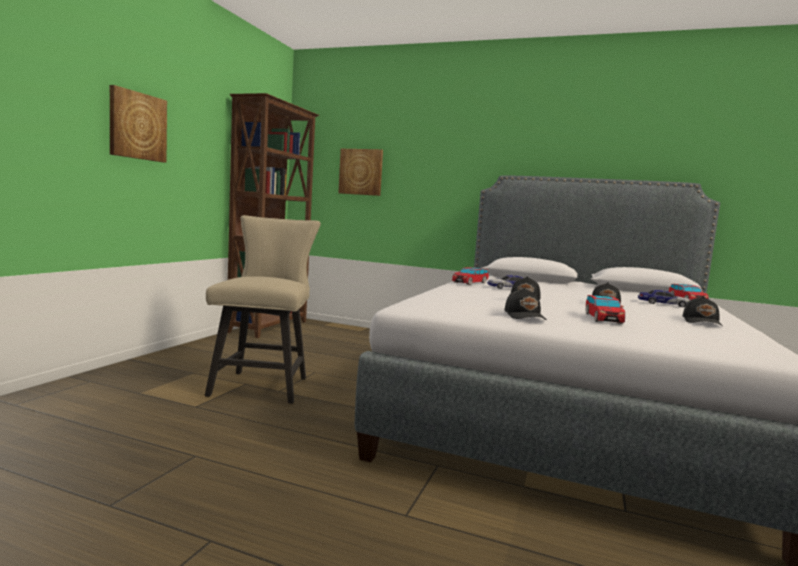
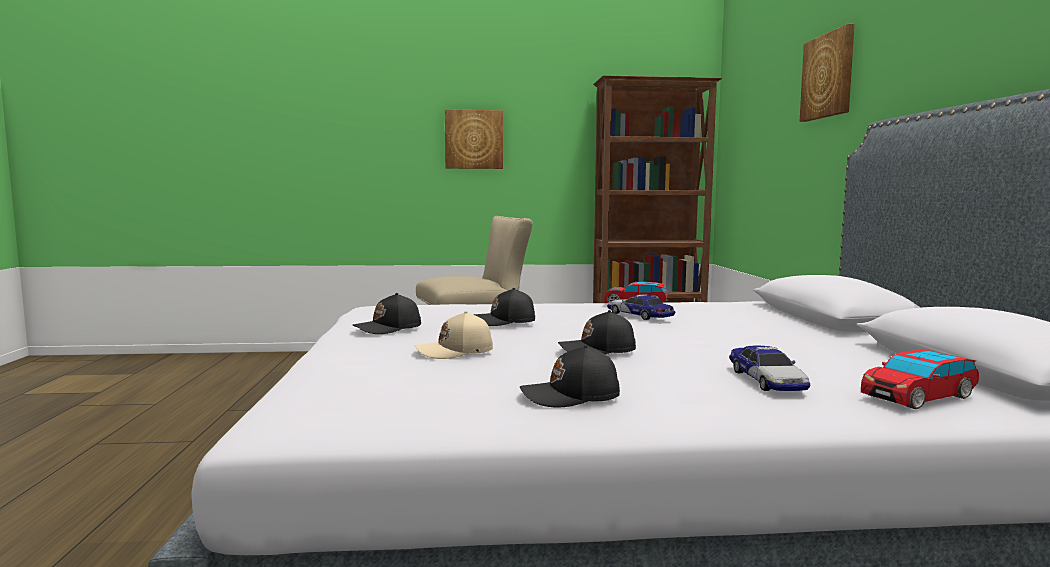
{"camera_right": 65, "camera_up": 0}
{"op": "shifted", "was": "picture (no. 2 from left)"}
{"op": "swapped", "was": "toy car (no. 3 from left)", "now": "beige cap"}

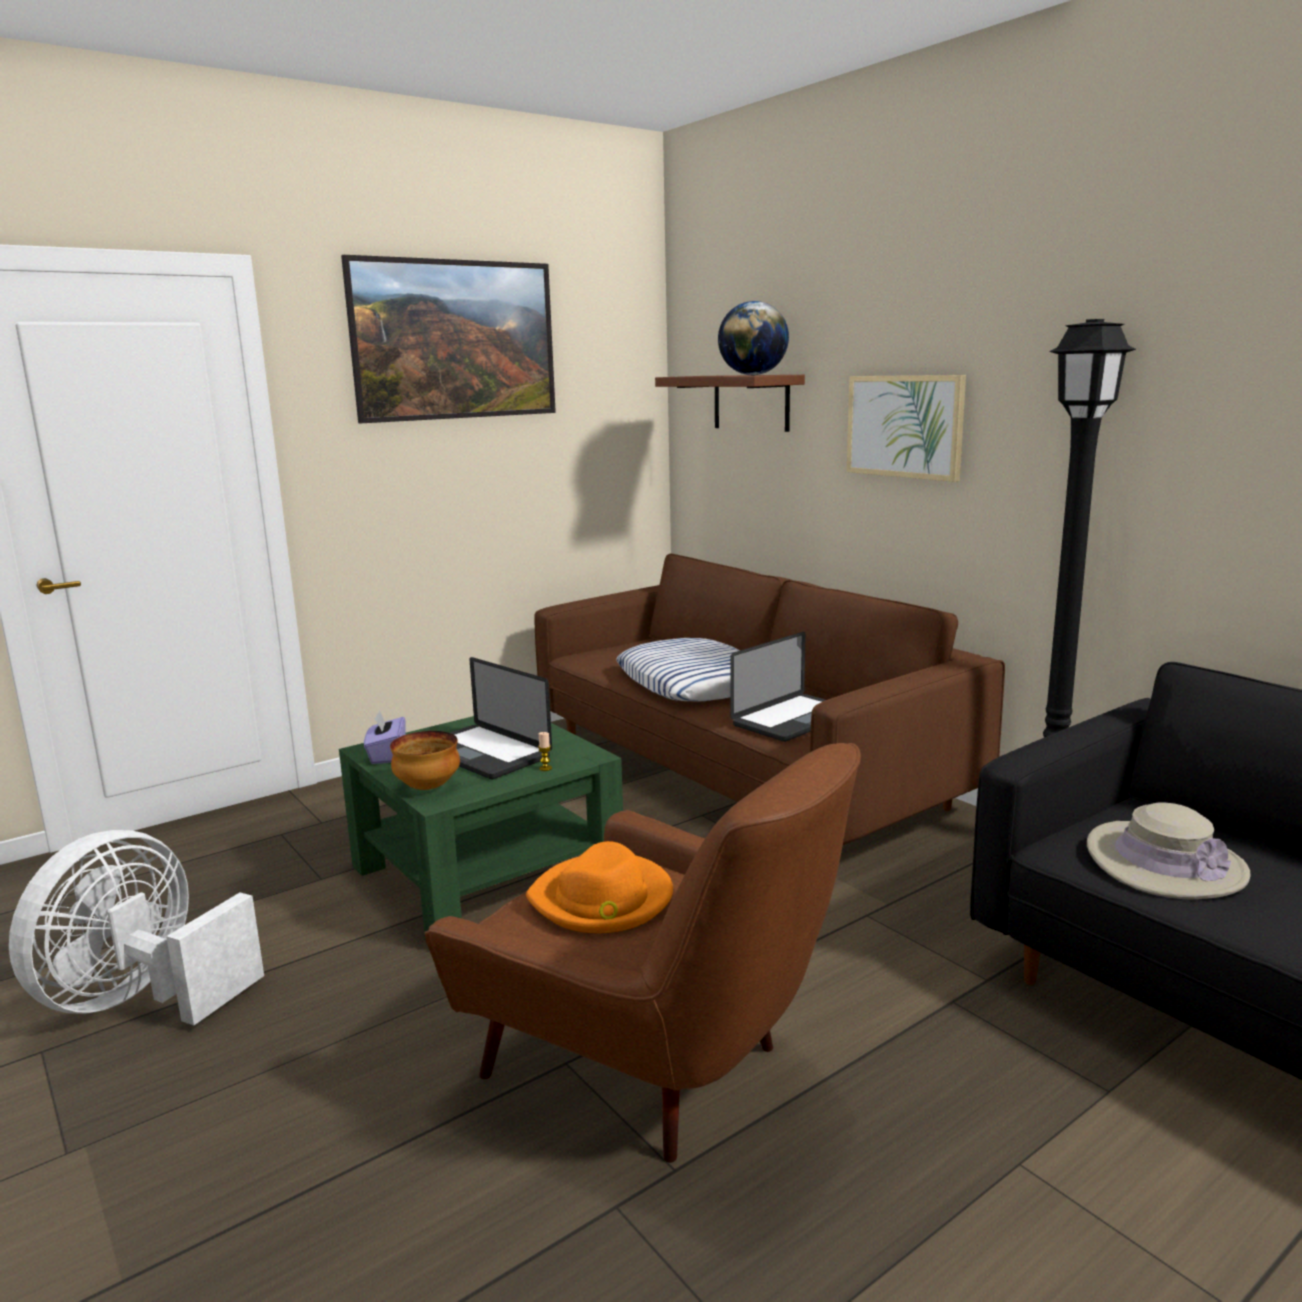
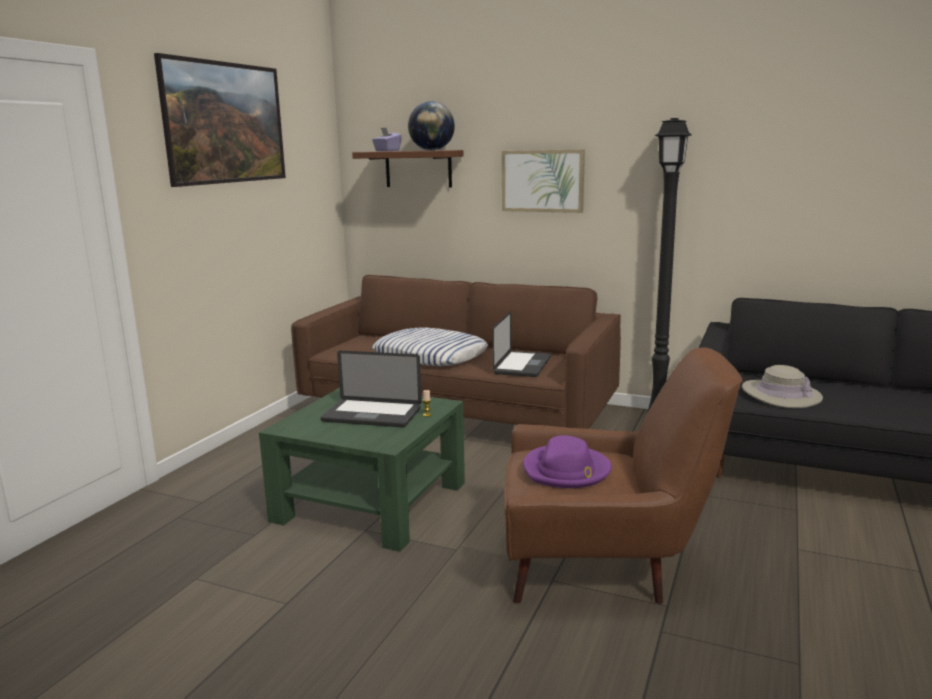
{"camera_right": -30, "camera_up": 0}
{"op": "gone", "was": "white fan"}
{"op": "shifted", "was": "purple tissue box"}
{"op": "gone", "was": "bowl"}
{"op": "repainted", "was": "orange hat", "now": "purple hat"}

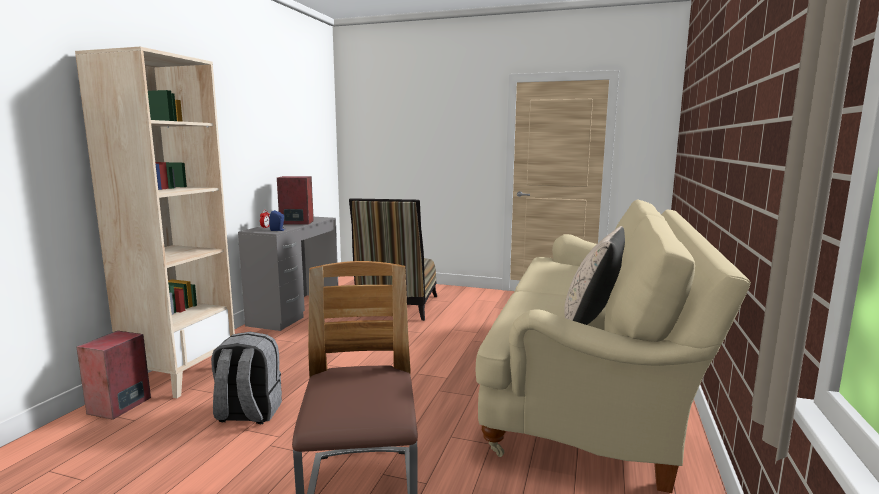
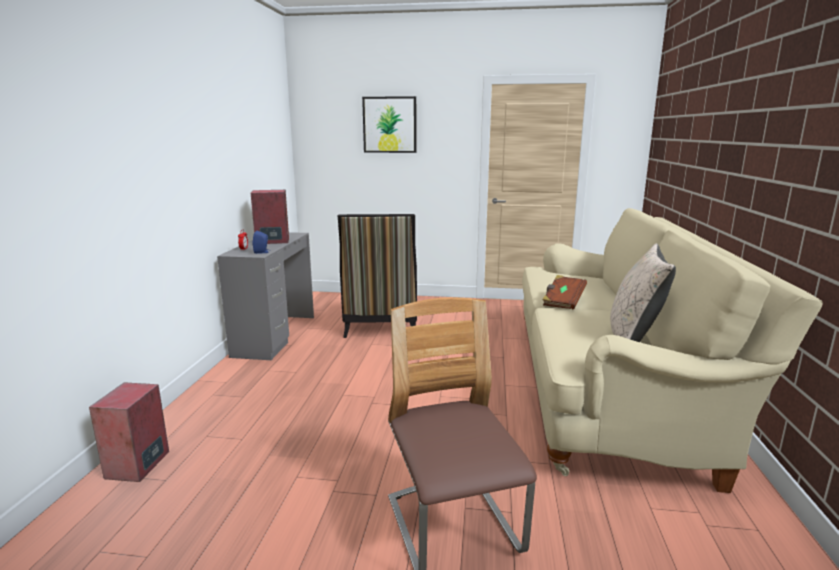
{"camera_right": -10, "camera_up": 5}
{"op": "gone", "was": "beige bookcase"}
{"op": "gone", "was": "grey backpack"}
{"op": "new", "now": "picture"}
{"op": "new", "now": "brown book"}

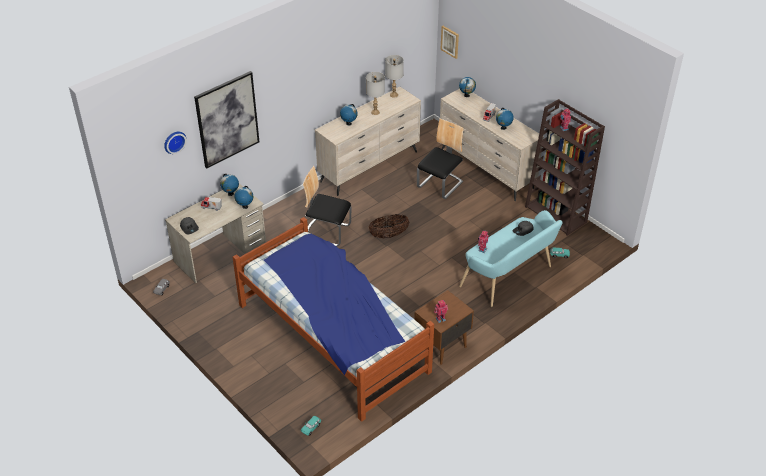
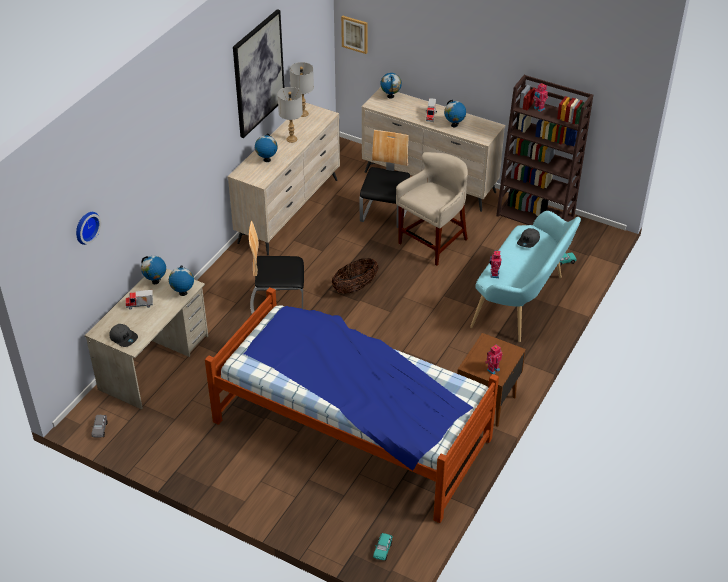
{"camera_right": -20, "camera_up": 0}
{"op": "shifted", "was": "picture (no. 1 from left)"}
{"op": "new", "now": "beige stool"}

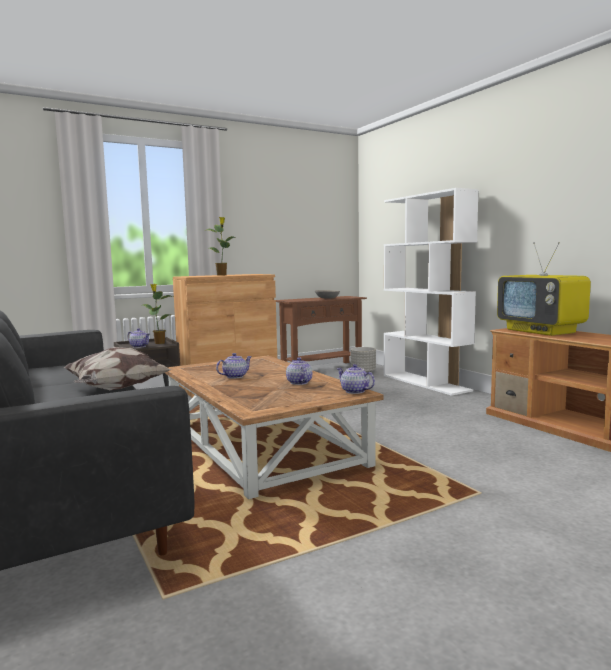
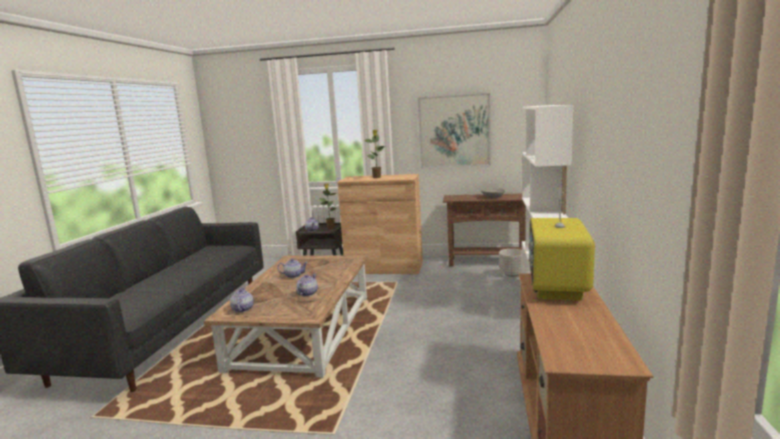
{"camera_right": 40, "camera_up": 5}
{"op": "gone", "was": "pillow"}
{"op": "shifted", "was": "teapot (no. 4 from left in the first image)", "now": "teapot (no. 1 from left)"}
{"op": "new", "now": "picture"}

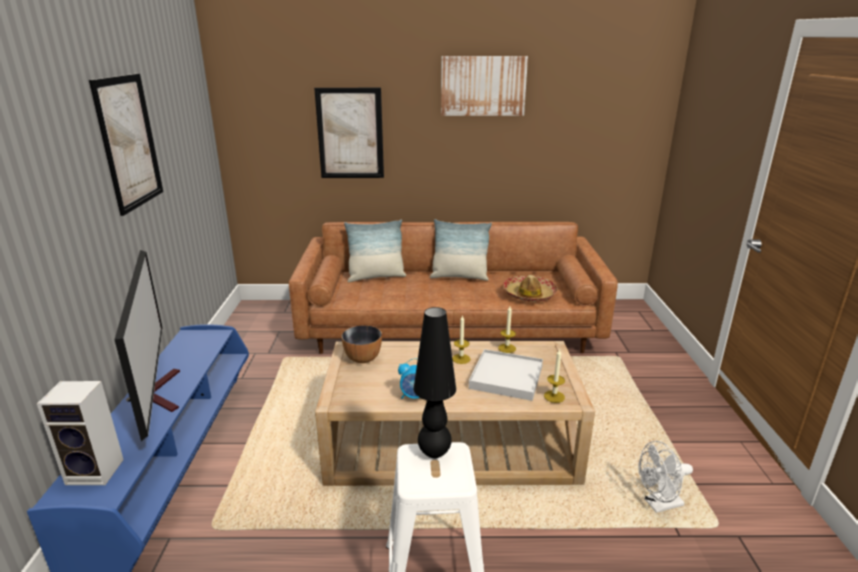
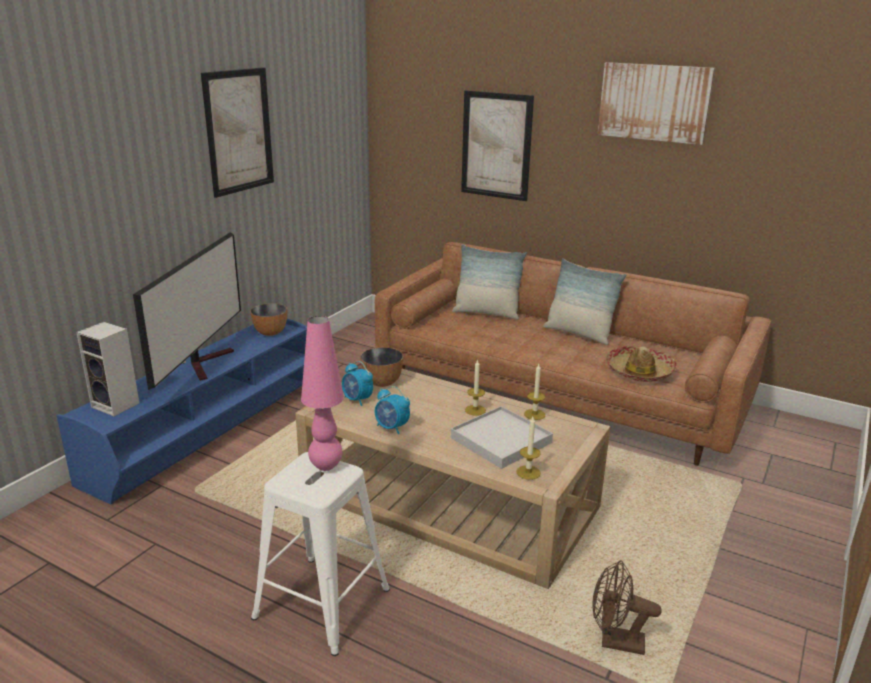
{"camera_right": 30, "camera_up": 0}
{"op": "repainted", "was": "black table lamp", "now": "pink table lamp"}
{"op": "repainted", "was": "white fan", "now": "brown fan"}
{"op": "new", "now": "bowl (no. 1 from left)"}
{"op": "new", "now": "alarm clock (no. 1 from left)"}

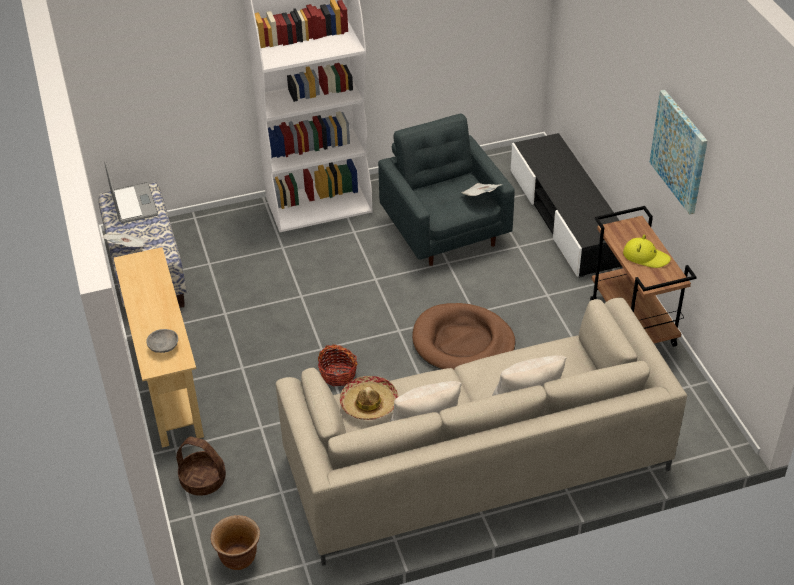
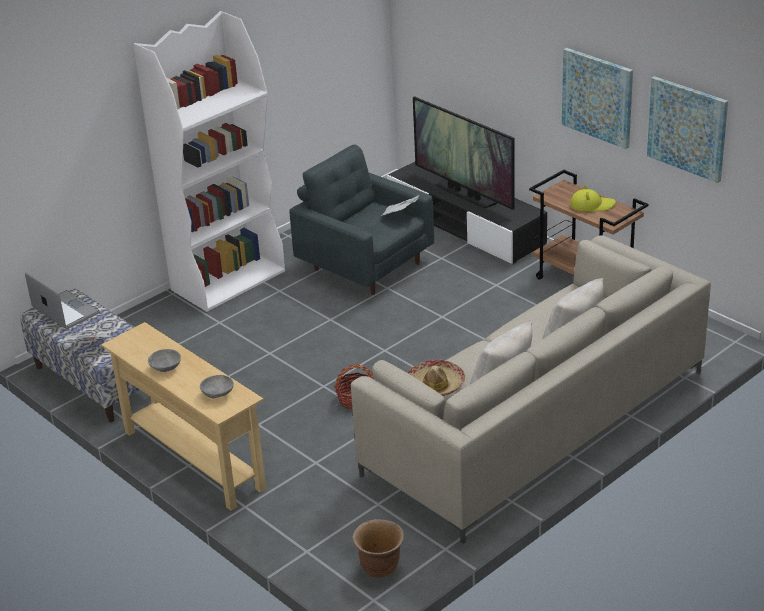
{"camera_right": -25, "camera_up": -10}
{"op": "gone", "was": "basket (no. 1 from left)"}
{"op": "gone", "was": "brown dog bed"}
{"op": "new", "now": "grey bowl (no. 1 from left)"}
{"op": "new", "now": "television"}
{"op": "new", "now": "picture (no. 2 from left)"}

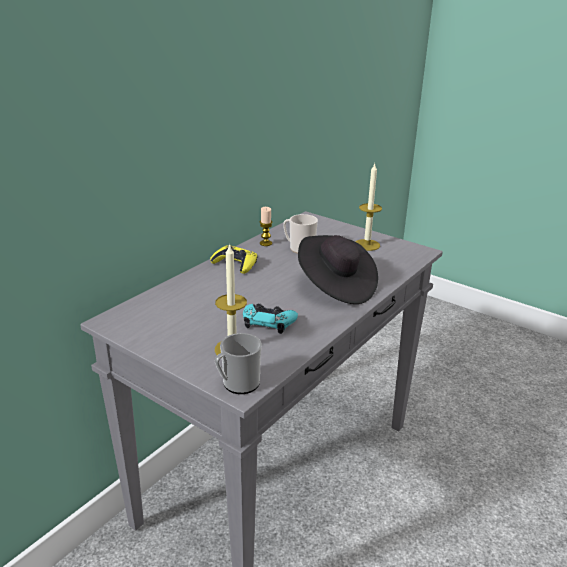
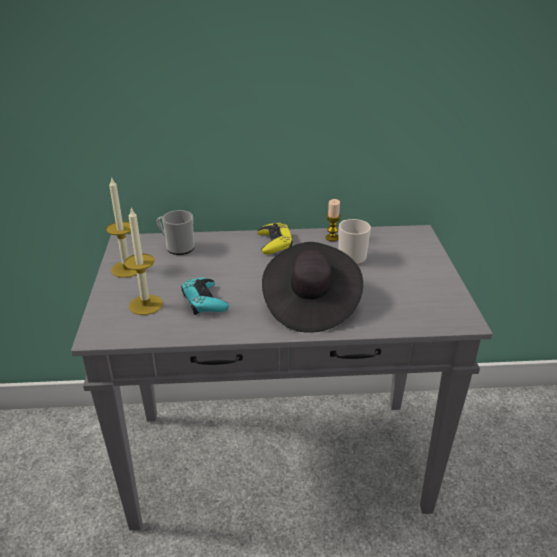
{"camera_right": 50, "camera_up": 5}
{"op": "shifted", "was": "mug (no. 1 from left)"}
{"op": "shifted", "was": "candle (no. 3 from left in the first image)", "now": "candle (no. 1 from left)"}

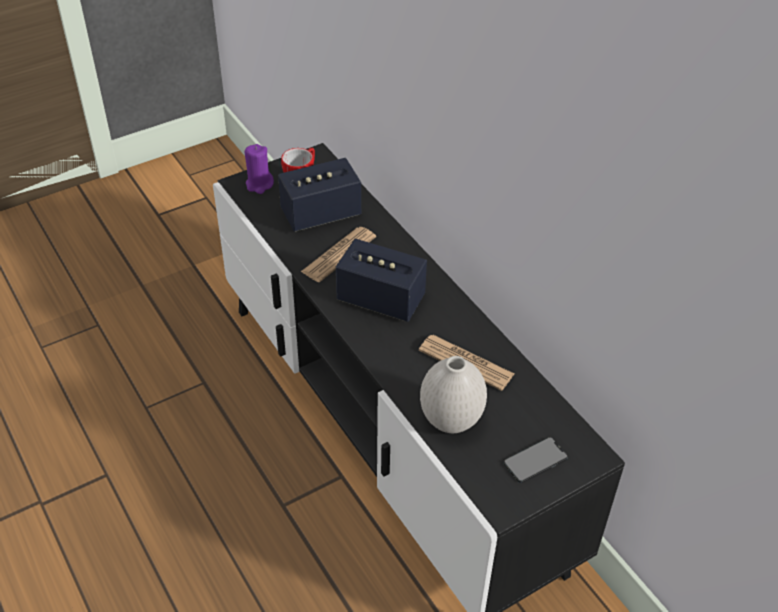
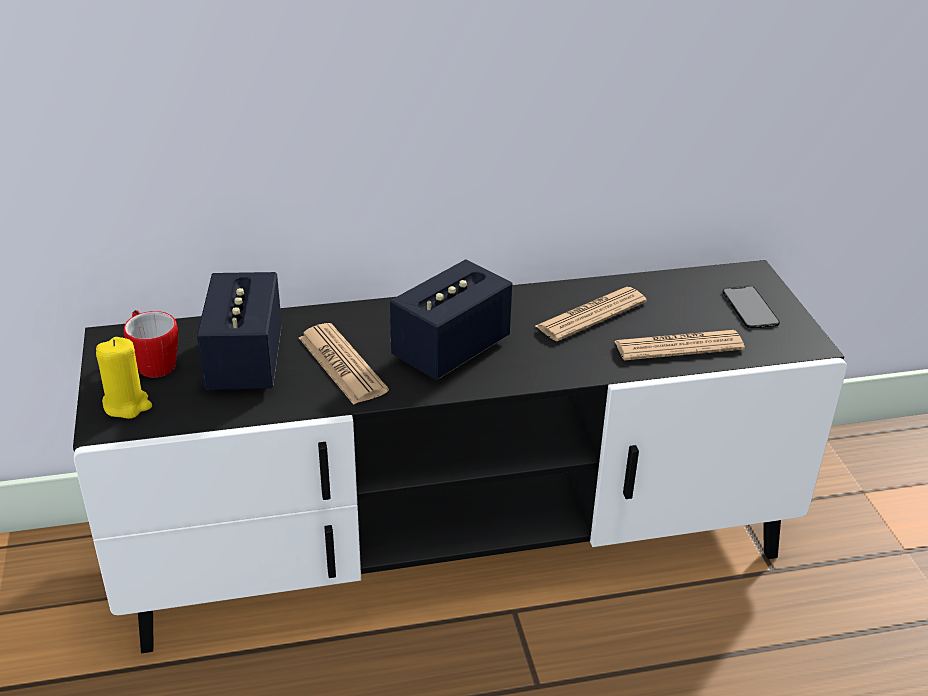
{"camera_right": -70, "camera_up": -10}
{"op": "repainted", "was": "purple candle", "now": "yellow candle"}
{"op": "swapped", "was": "white vase", "now": "newspaper (no. 3 from left)"}

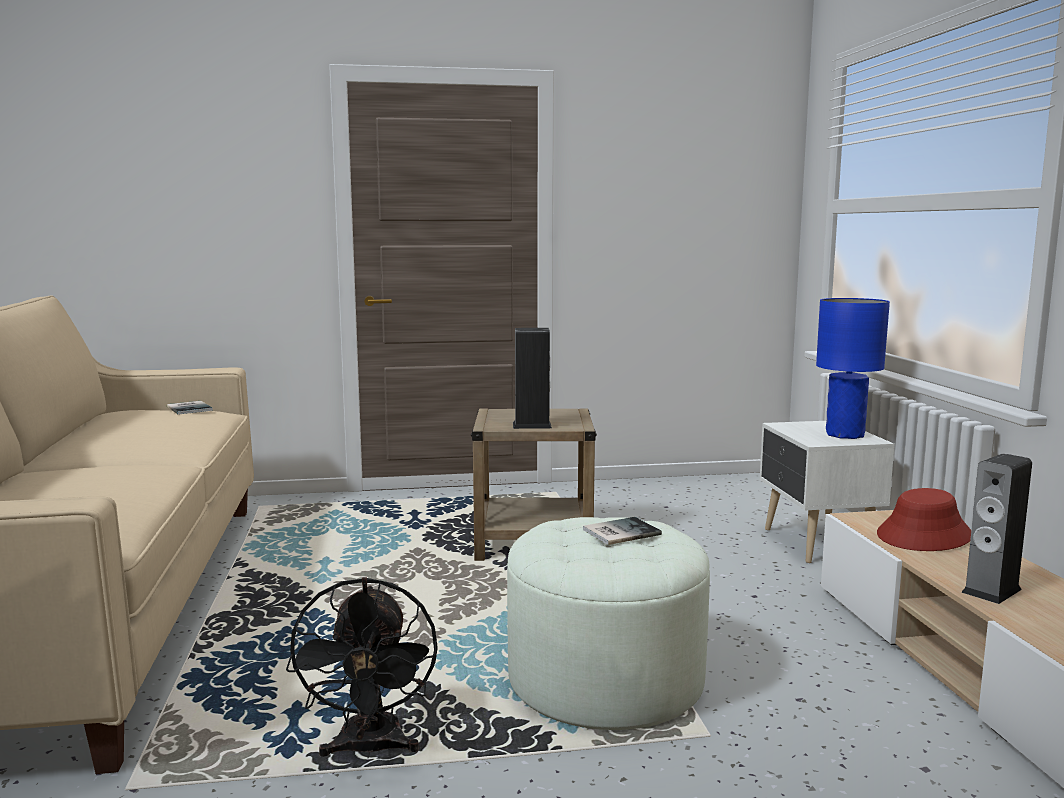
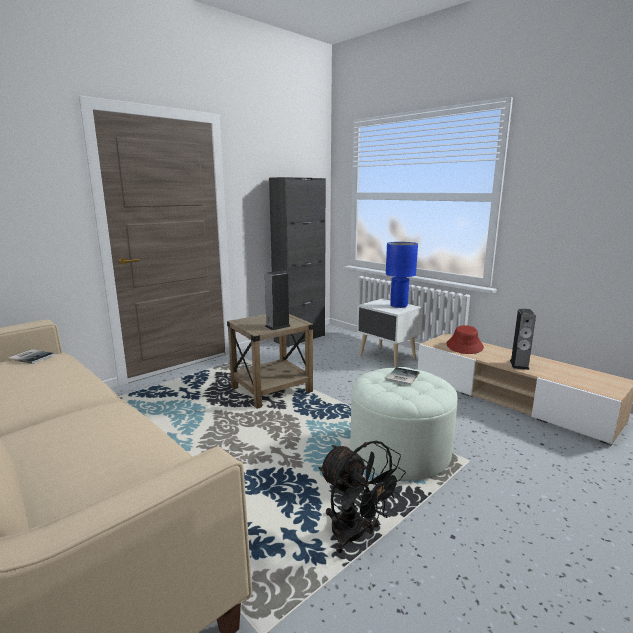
{"camera_right": -35, "camera_up": 5}
{"op": "new", "now": "black cabinet"}

